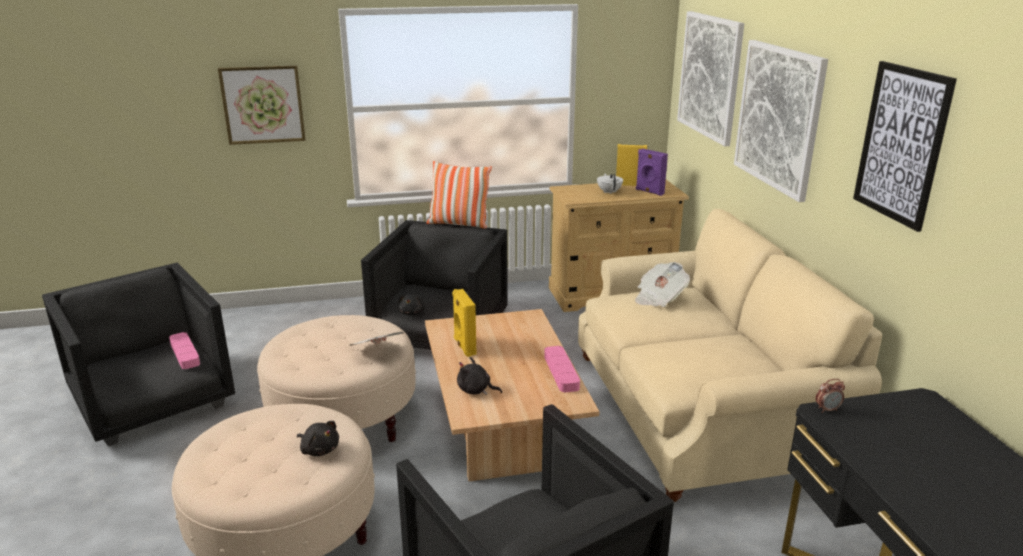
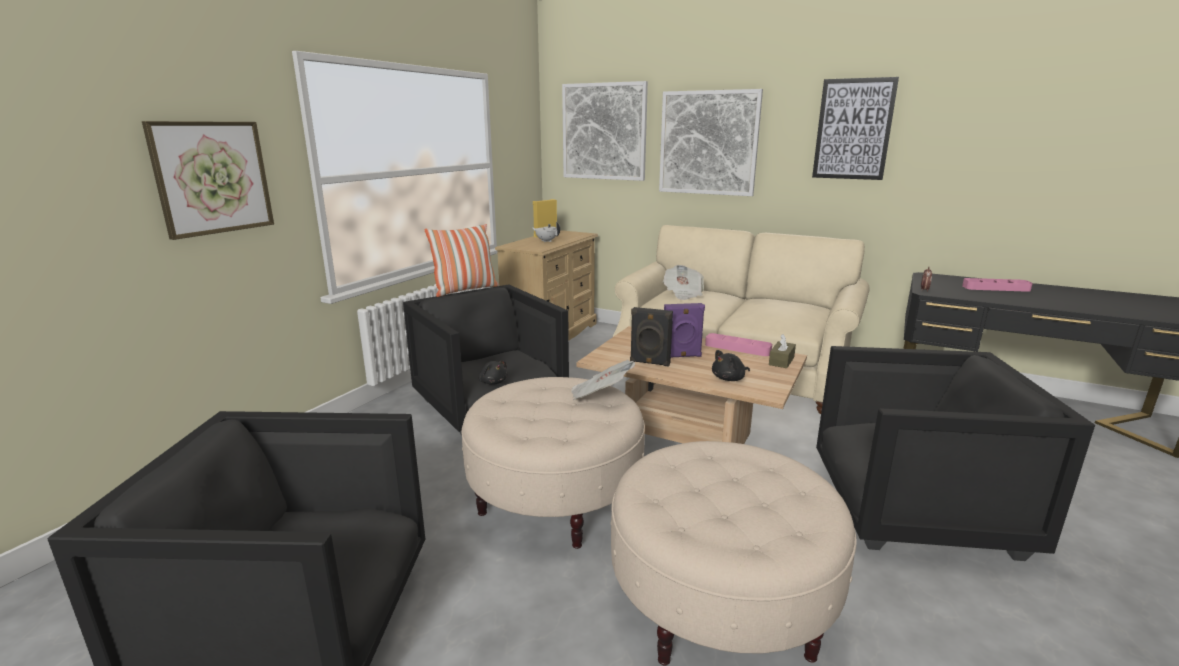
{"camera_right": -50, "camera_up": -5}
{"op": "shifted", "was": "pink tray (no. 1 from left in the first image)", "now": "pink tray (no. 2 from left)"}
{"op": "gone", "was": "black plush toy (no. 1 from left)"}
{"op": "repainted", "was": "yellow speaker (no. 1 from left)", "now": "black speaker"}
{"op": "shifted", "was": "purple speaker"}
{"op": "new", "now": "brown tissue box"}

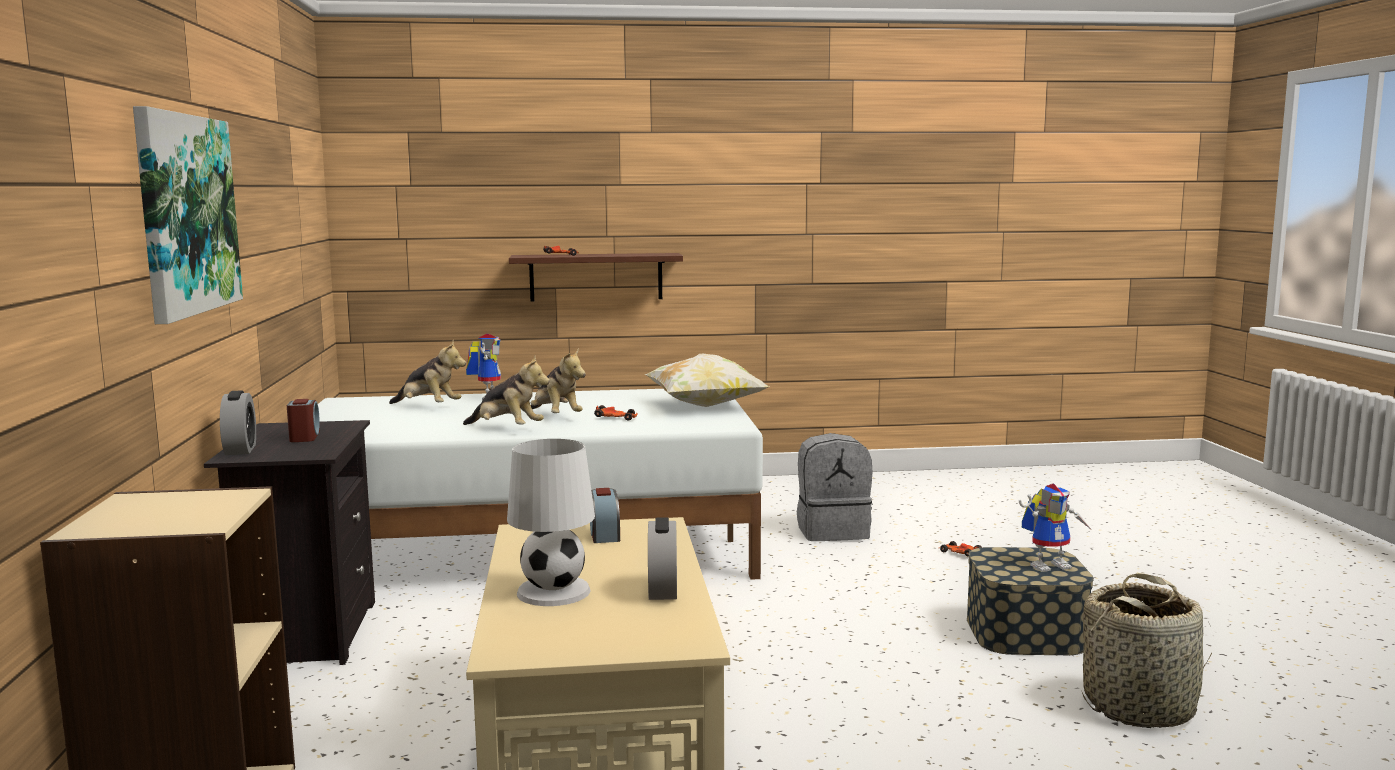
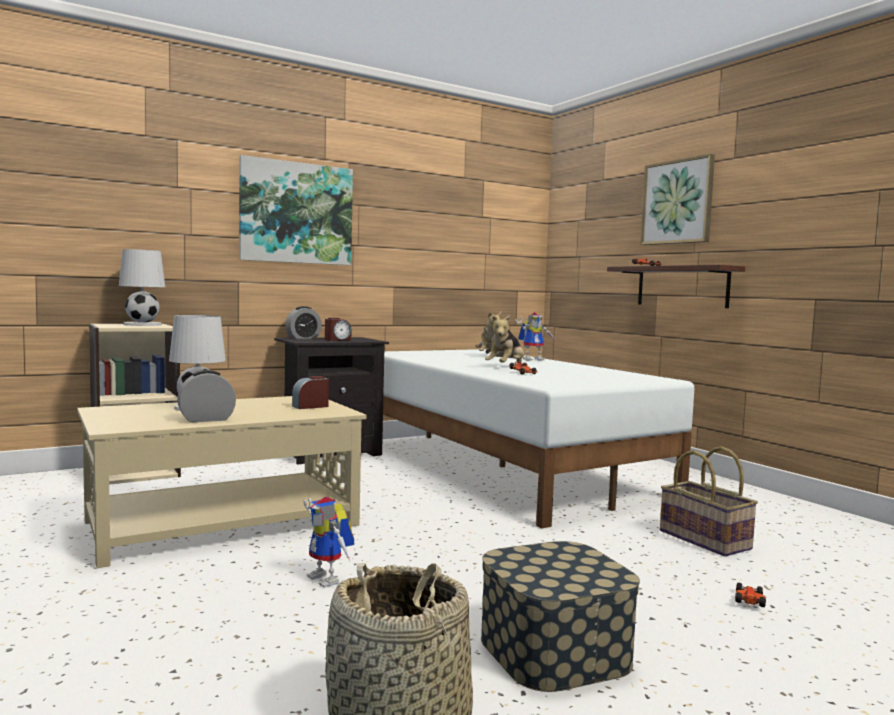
{"camera_right": 65, "camera_up": -5}
{"op": "gone", "was": "plush toy (no. 2 from left)"}
{"op": "gone", "was": "pillow"}
{"op": "swapped", "was": "grey backpack", "now": "basket (no. 2 from left)"}
{"op": "shifted", "was": "toy robot (no. 2 from left in the first image)", "now": "toy robot (no. 1 from left)"}
{"op": "new", "now": "white table lamp (no. 1 from left)"}
{"op": "new", "now": "picture (no. 2 from left)"}

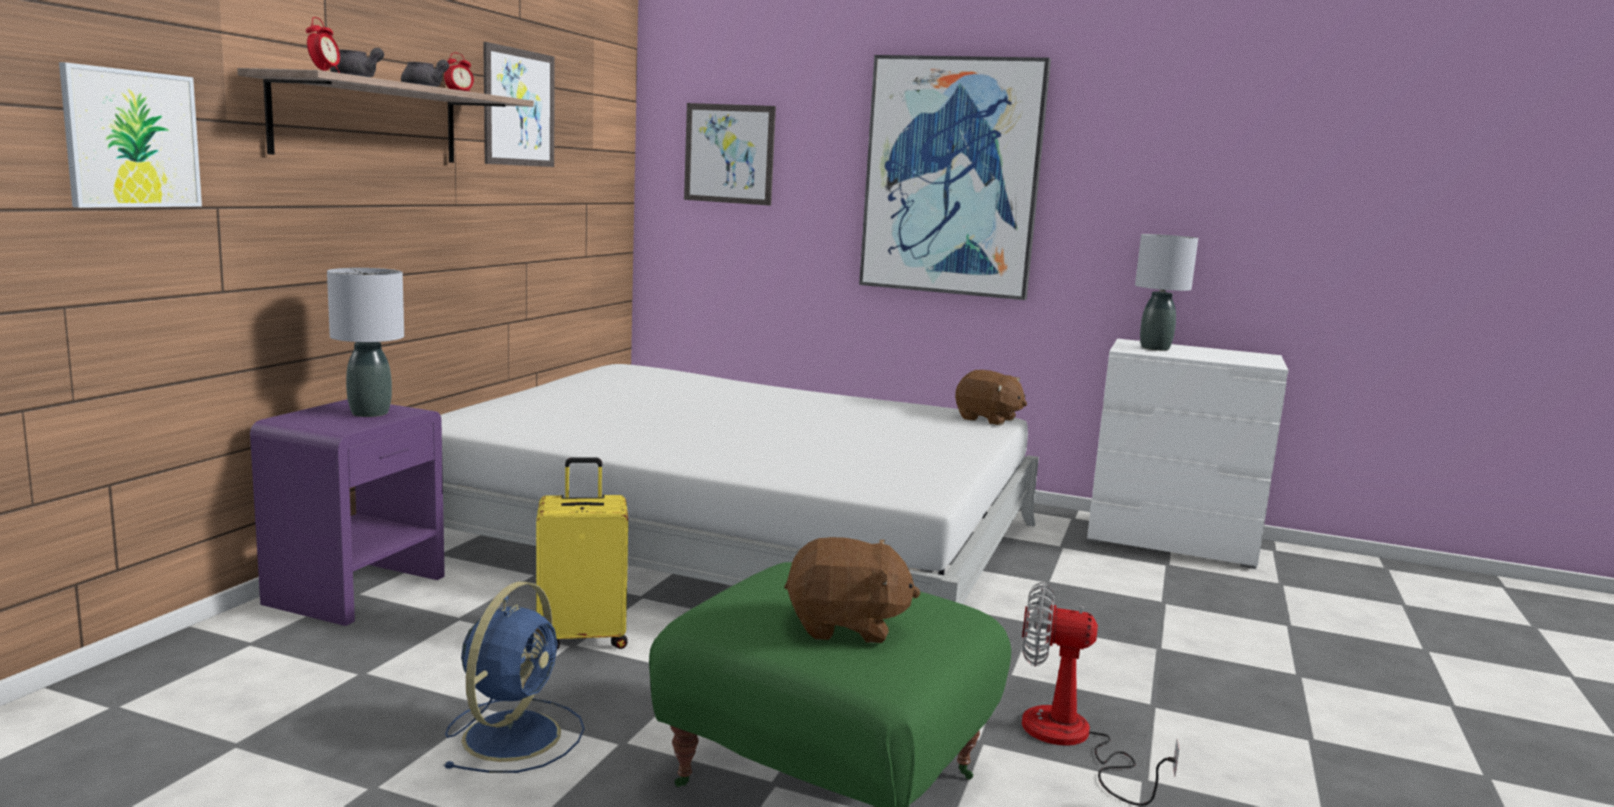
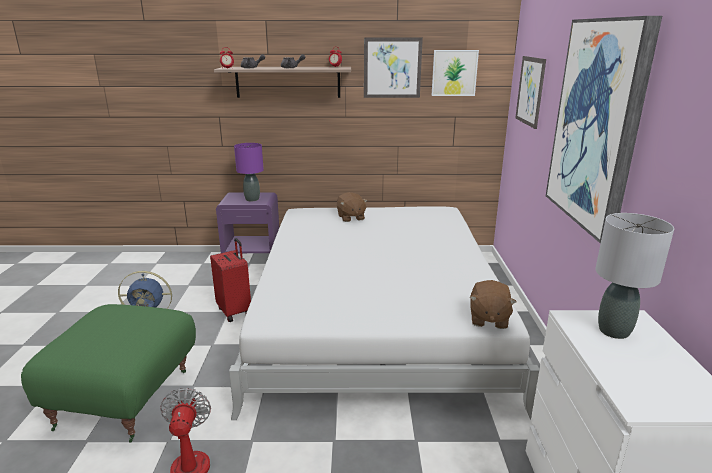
{"camera_right": 70, "camera_up": 10}
{"op": "shifted", "was": "picture (no. 1 from left in the first image)", "now": "picture (no. 2 from left)"}
{"op": "repainted", "was": "grey table lamp (no. 1 from left)", "now": "purple table lamp"}
{"op": "repainted", "was": "yellow suitcase", "now": "red suitcase"}
{"op": "shifted", "was": "brown plush toy (no. 1 from left)"}

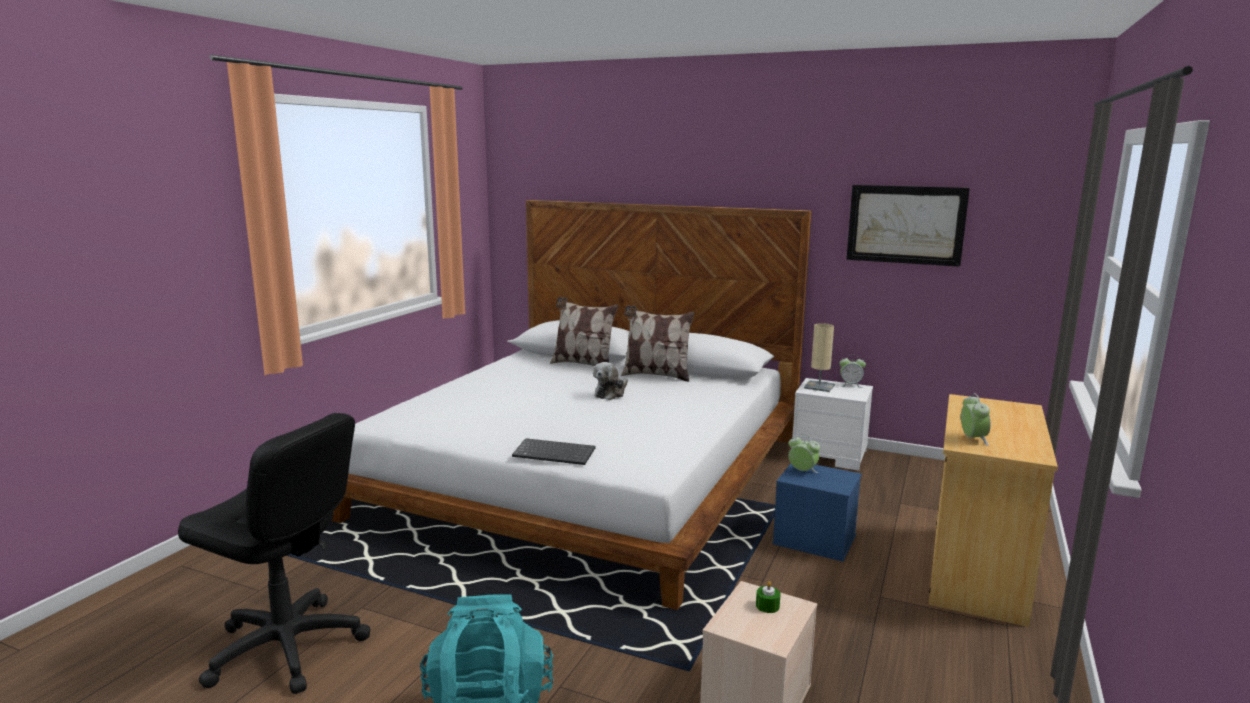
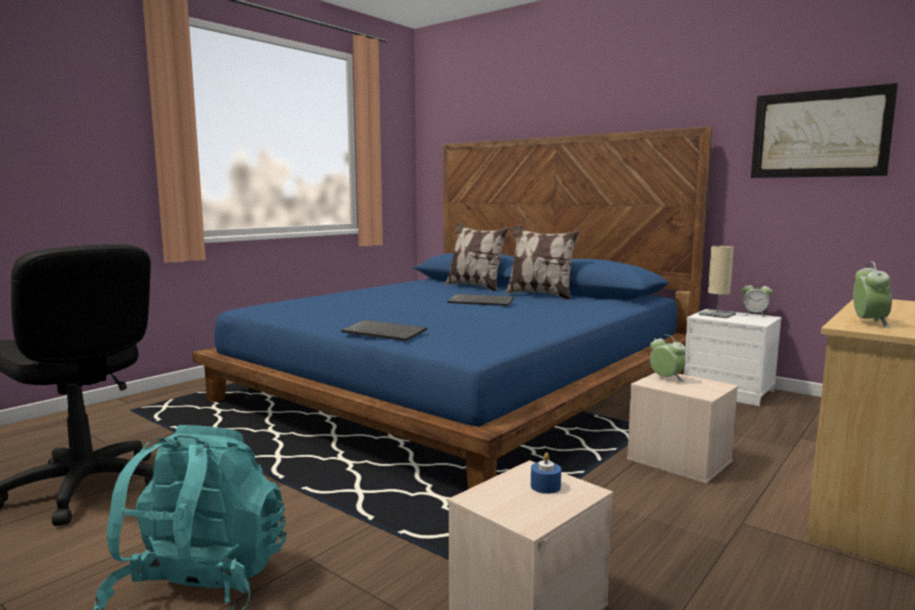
{"camera_right": 15, "camera_up": -5}
{"op": "repainted", "was": "white bed", "now": "blue bed"}
{"op": "swapped", "was": "plush toy", "now": "keyboard (no. 2 from left)"}
{"op": "repainted", "was": "green candle", "now": "blue candle"}
{"op": "repainted", "was": "blue storage box", "now": "beige storage box (no. 2 from left)"}

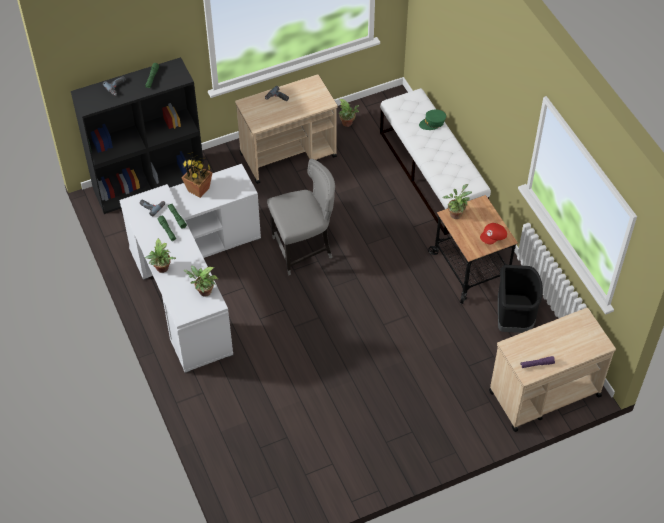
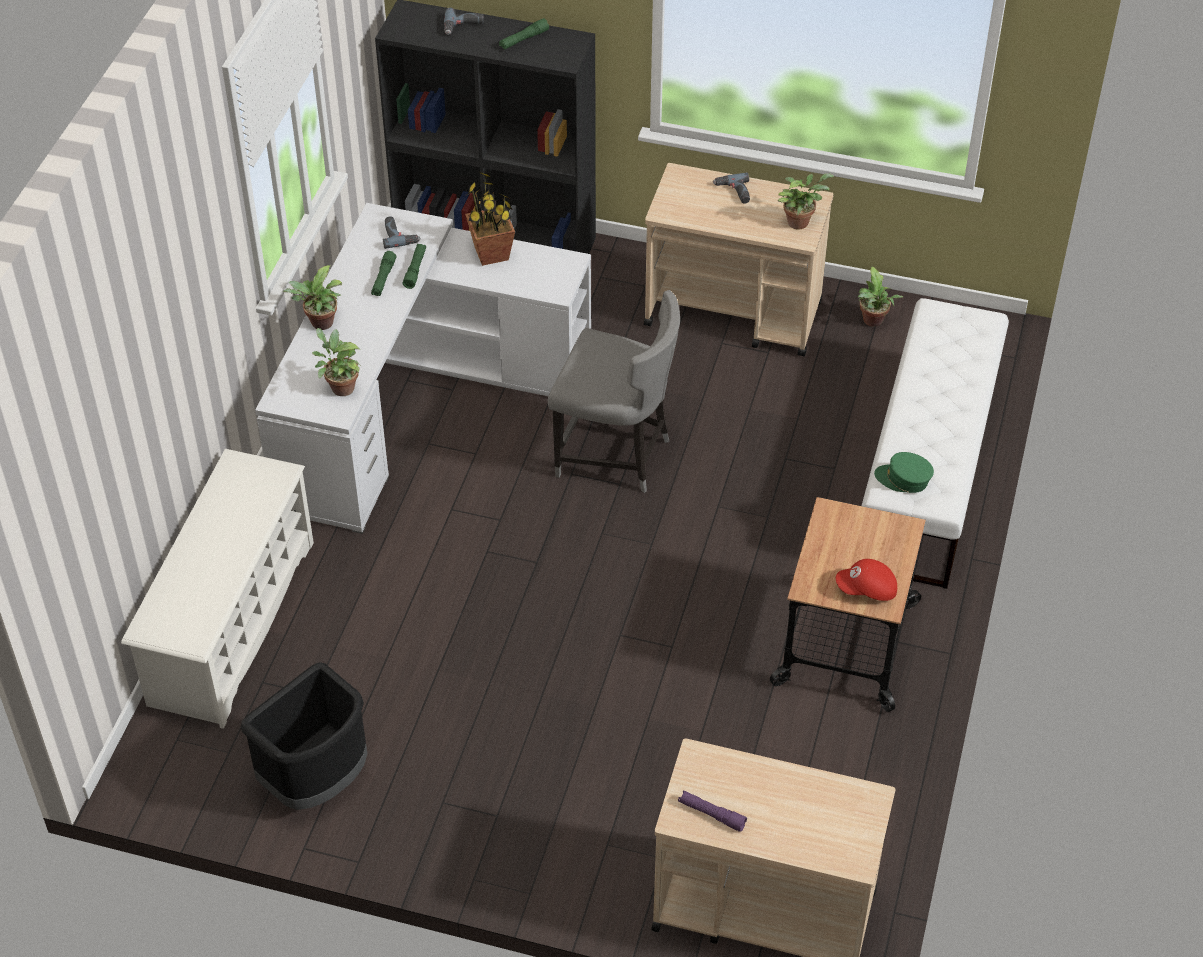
{"camera_right": 40, "camera_up": -5}
{"op": "shifted", "was": "green cap"}
{"op": "shifted", "was": "potted plant (no. 5 from left in the first image)", "now": "potted plant (no. 4 from left)"}
{"op": "shifted", "was": "black trash can"}
{"op": "new", "now": "white shoe rack"}

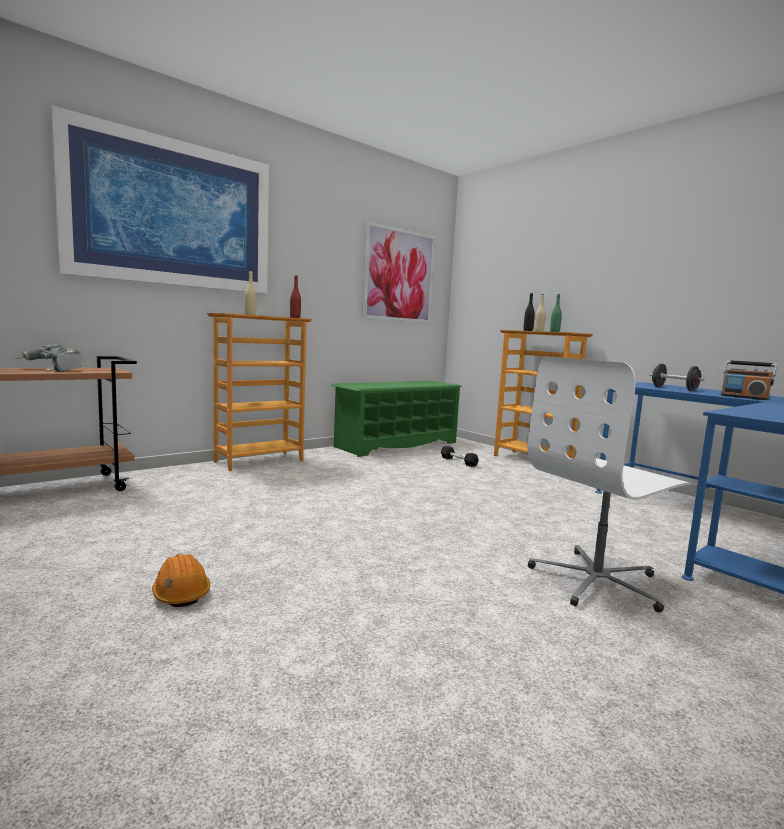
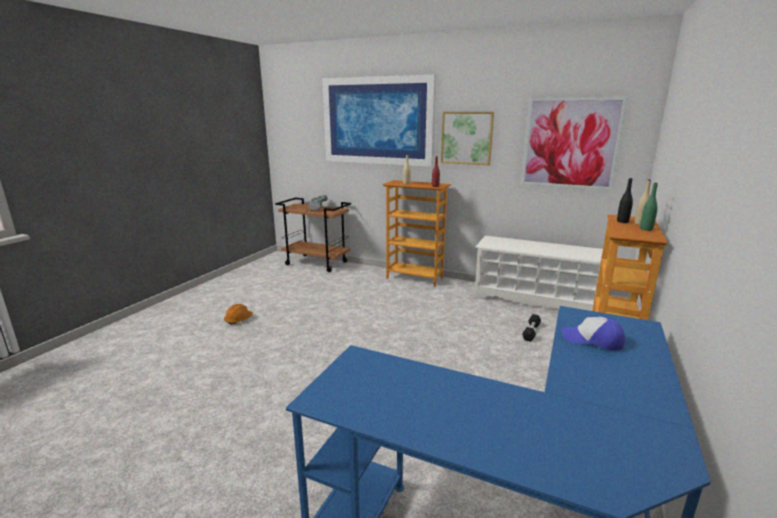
{"camera_right": 65, "camera_up": 10}
{"op": "repainted", "was": "green shoe rack", "now": "white shoe rack"}
{"op": "gone", "was": "white office chair"}
{"op": "swapped", "was": "black dumbbell (no. 2 from left)", "now": "cap"}
{"op": "gone", "was": "radio"}
{"op": "new", "now": "picture (no. 2 from left)"}

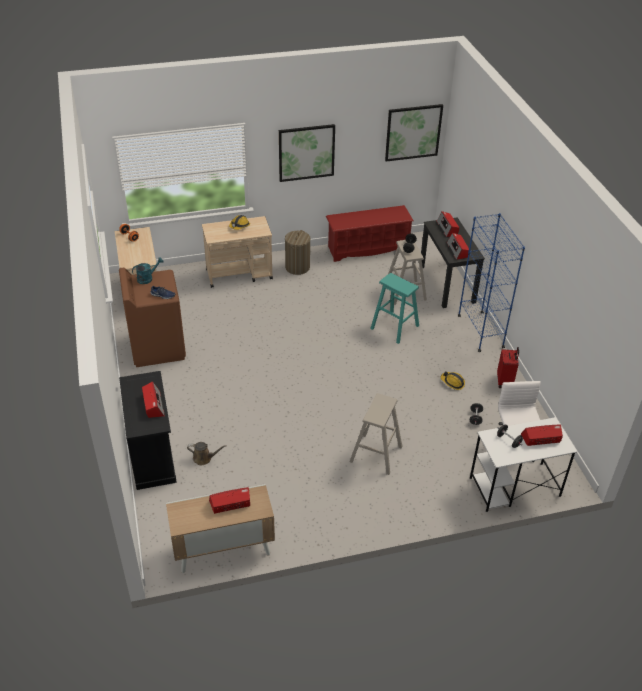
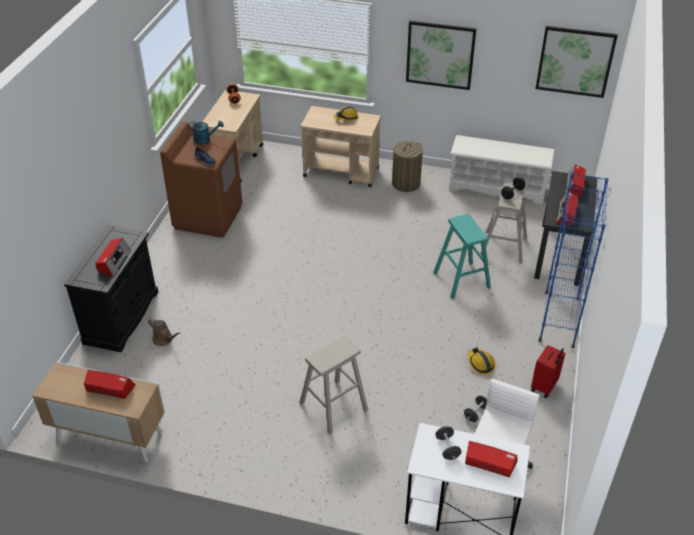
{"camera_right": 30, "camera_up": 0}
{"op": "repainted", "was": "red shoe rack", "now": "white shoe rack"}

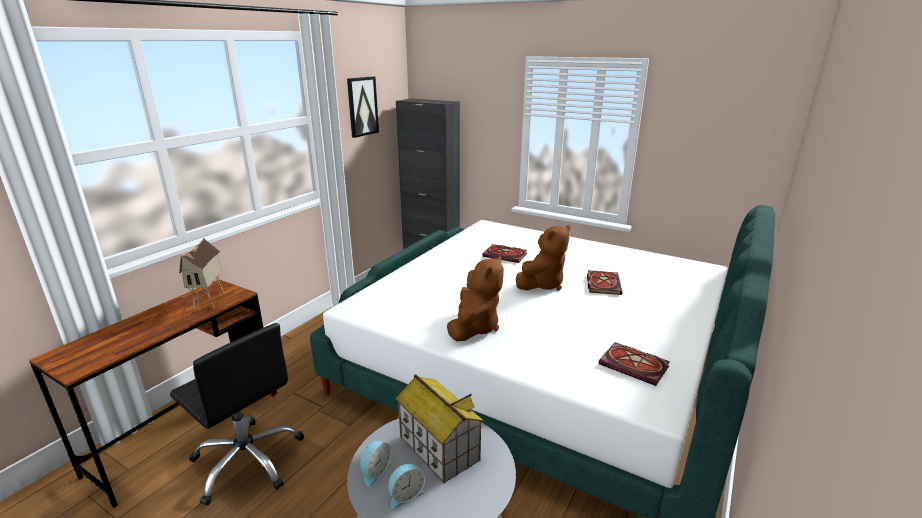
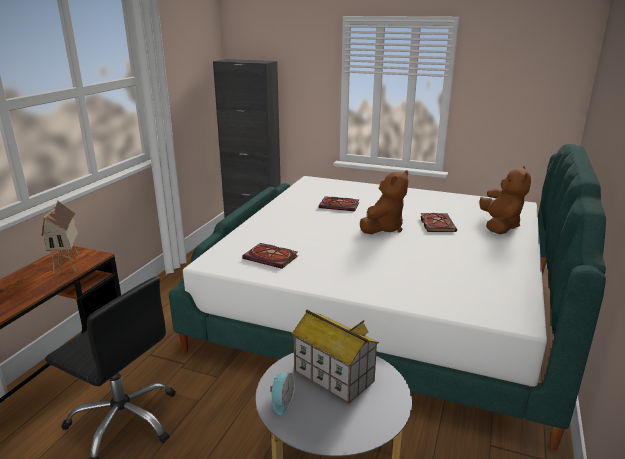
{"camera_right": -10, "camera_up": 0}
{"op": "gone", "was": "picture"}
{"op": "gone", "was": "alarm clock (no. 2 from left)"}
{"op": "shifted", "was": "brown plush toy (no. 1 from left in the first image)", "now": "brown plush toy (no. 2 from left)"}
{"op": "shifted", "was": "book (no. 3 from left in the first image)", "now": "book (no. 1 from left)"}

